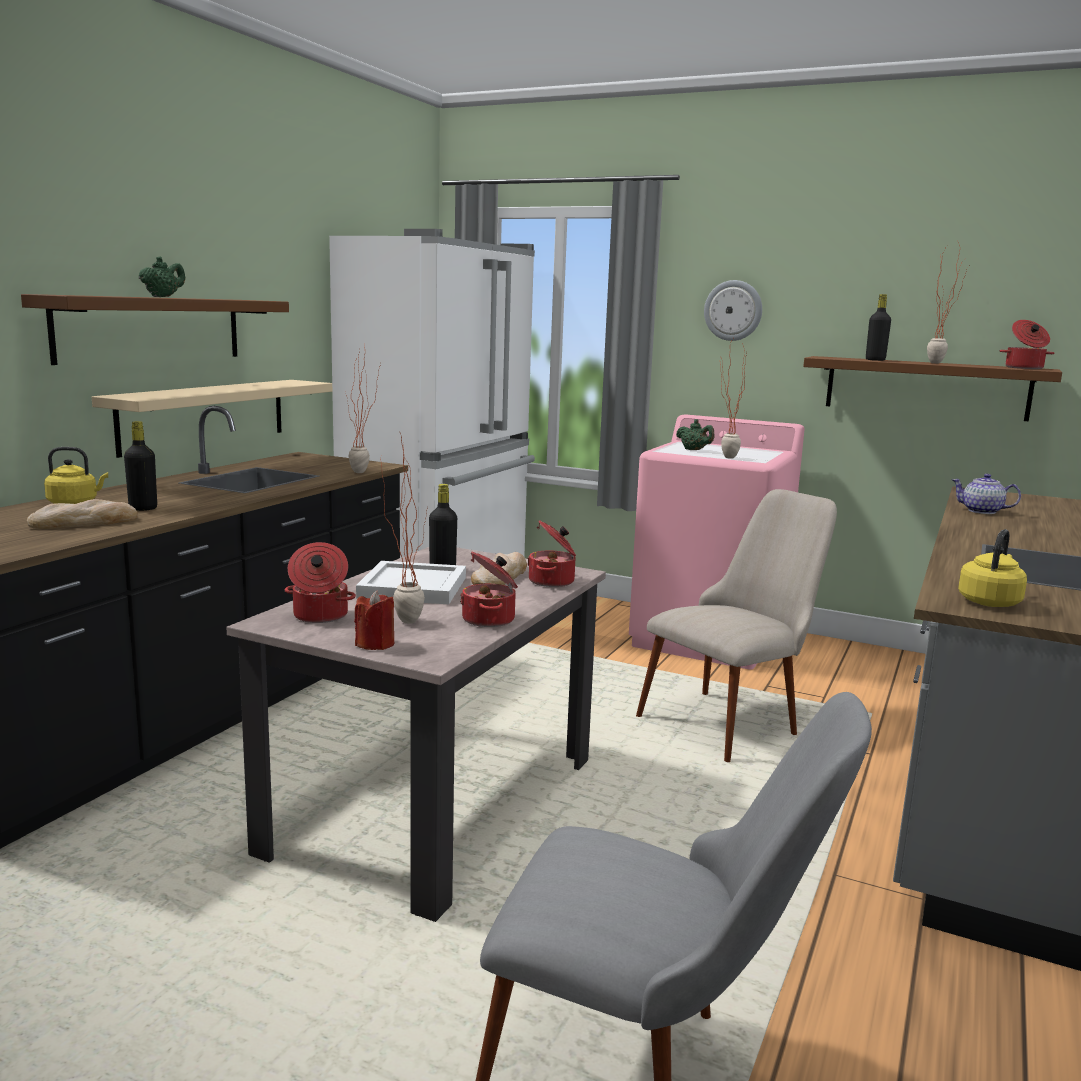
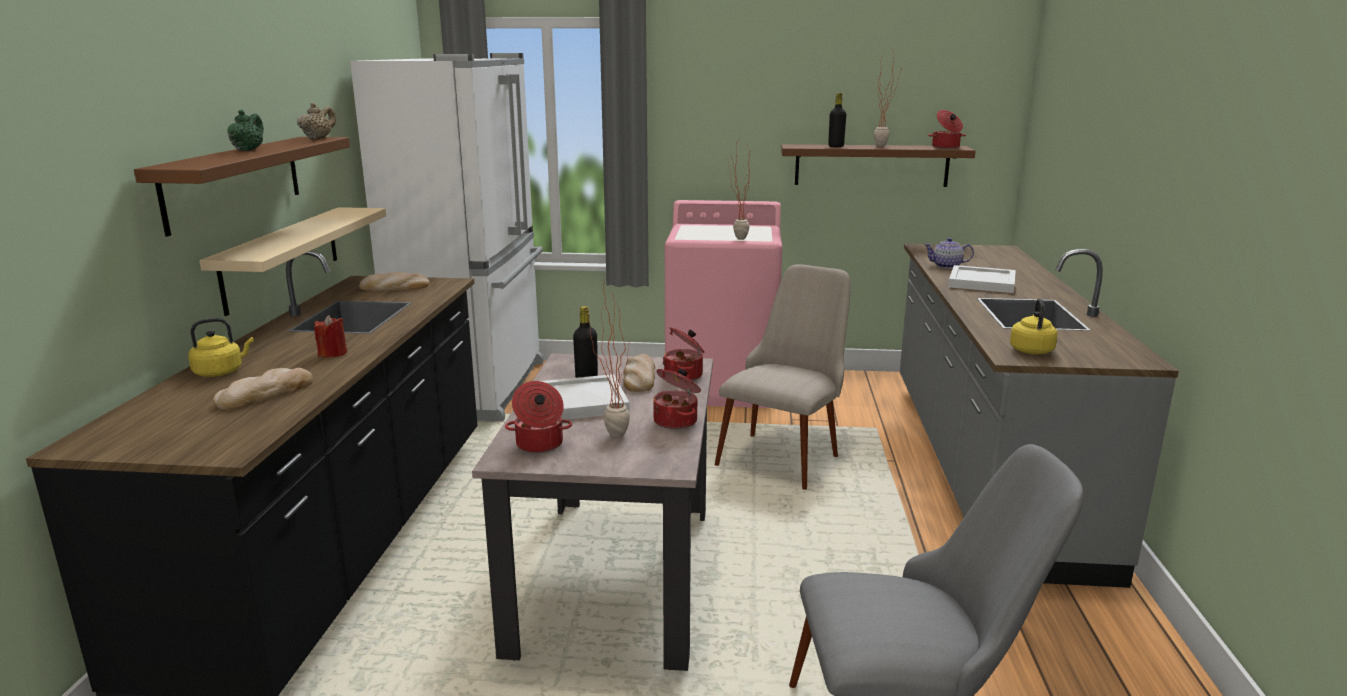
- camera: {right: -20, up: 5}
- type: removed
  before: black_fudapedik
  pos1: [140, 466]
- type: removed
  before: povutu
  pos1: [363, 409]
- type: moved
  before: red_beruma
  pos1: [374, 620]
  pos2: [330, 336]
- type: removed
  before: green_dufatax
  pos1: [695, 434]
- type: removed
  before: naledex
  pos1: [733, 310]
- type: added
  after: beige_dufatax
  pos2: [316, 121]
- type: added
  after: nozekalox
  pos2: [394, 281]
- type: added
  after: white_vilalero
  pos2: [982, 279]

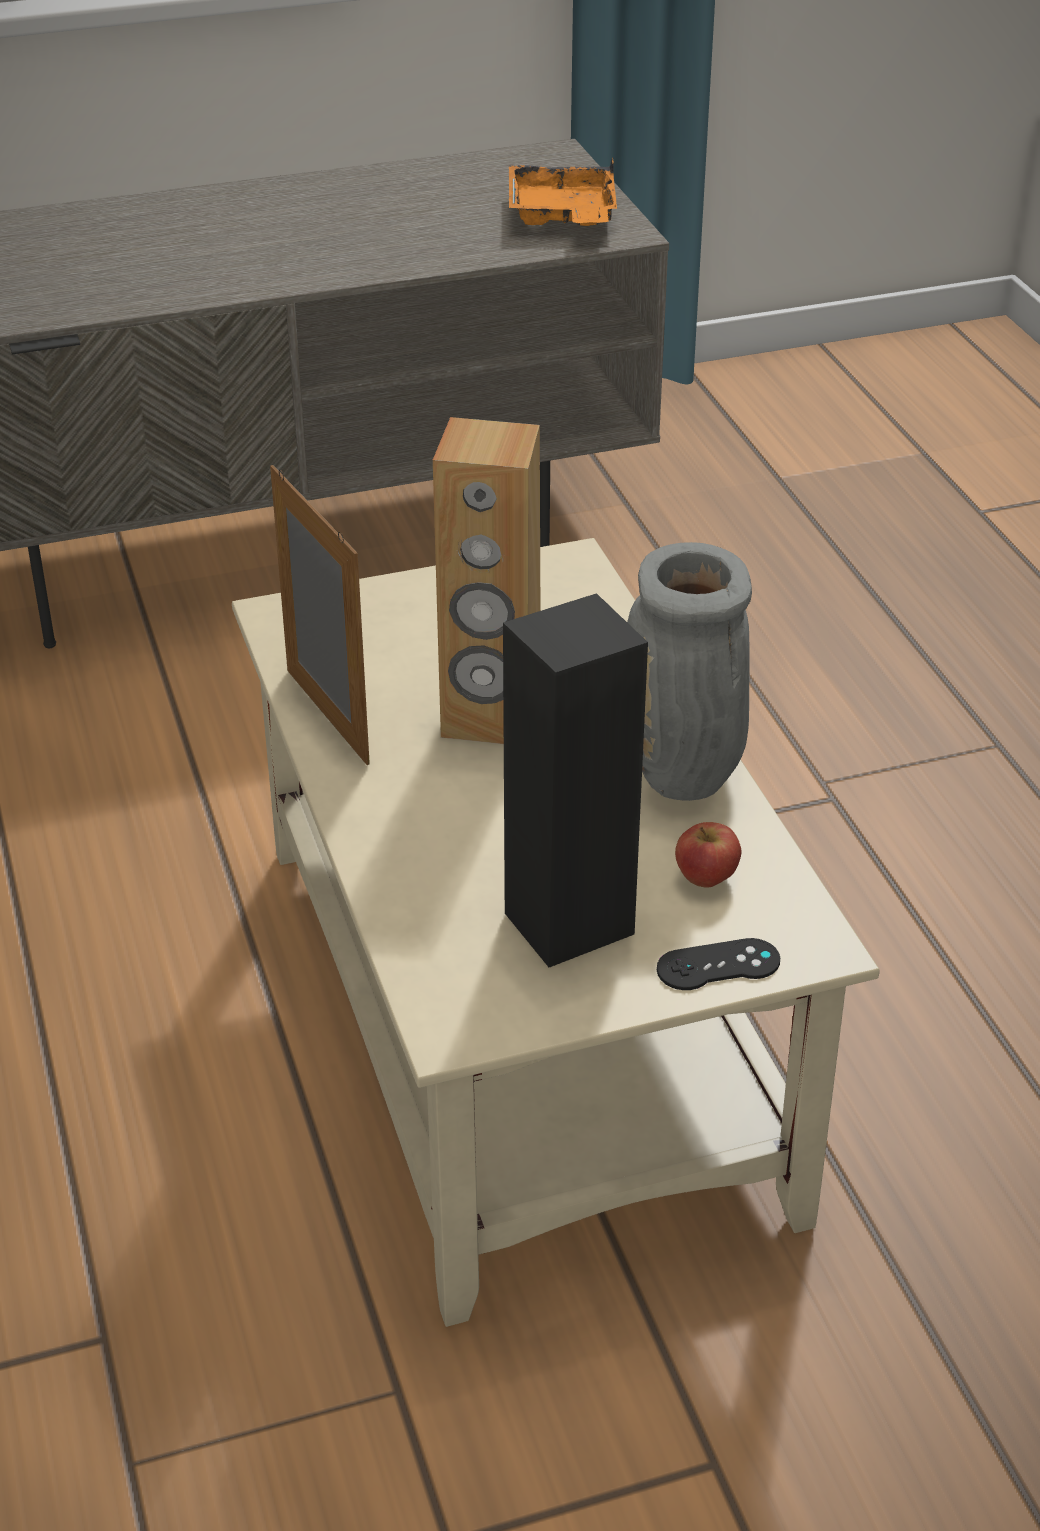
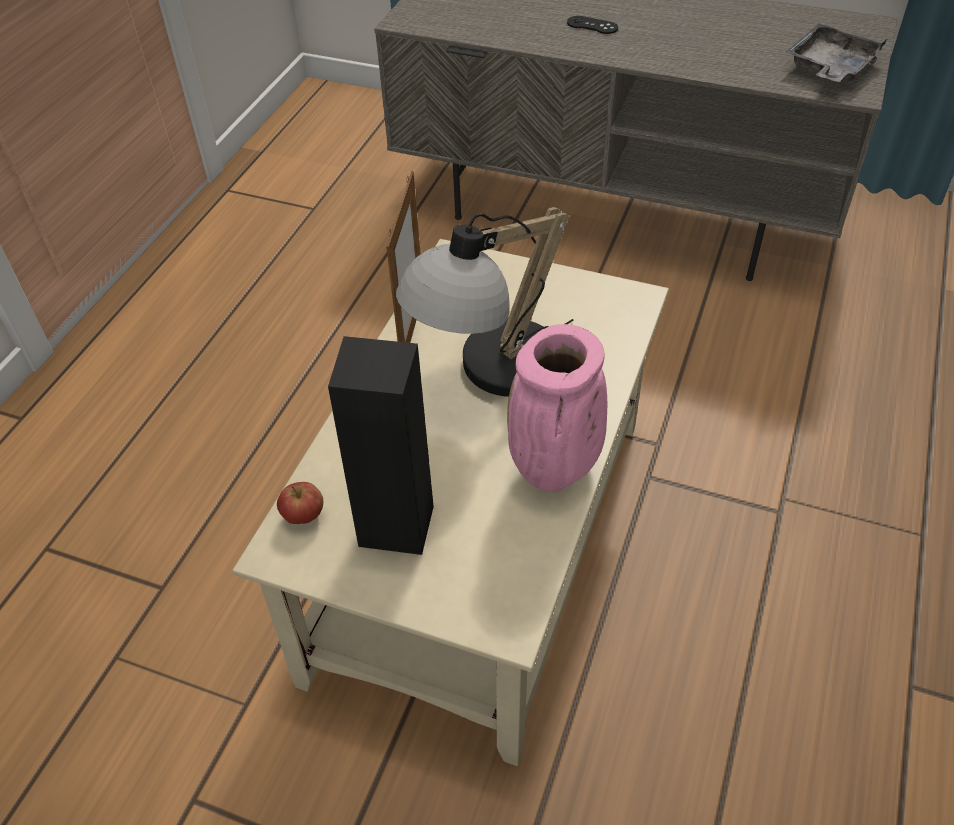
- camera: {right: 40, up: 10}
- type: replaced
  before: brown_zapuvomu
  after: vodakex
  pos1: [486, 580]
  pos2: [485, 302]
- type: recoloured
  before: orange_vilalero
  after: grey_vilalero
  pos1: [563, 191]
  pos2: [836, 52]
- type: recoloured
  before: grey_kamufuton
  after: pink_kamufuton
  pos1: [689, 671]
  pos2: [557, 408]
- type: moved
  before: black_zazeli
  pos1: [718, 964]
  pos2: [592, 25]
- type: moved
  before: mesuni
  pos1: [708, 855]
  pos2: [300, 503]

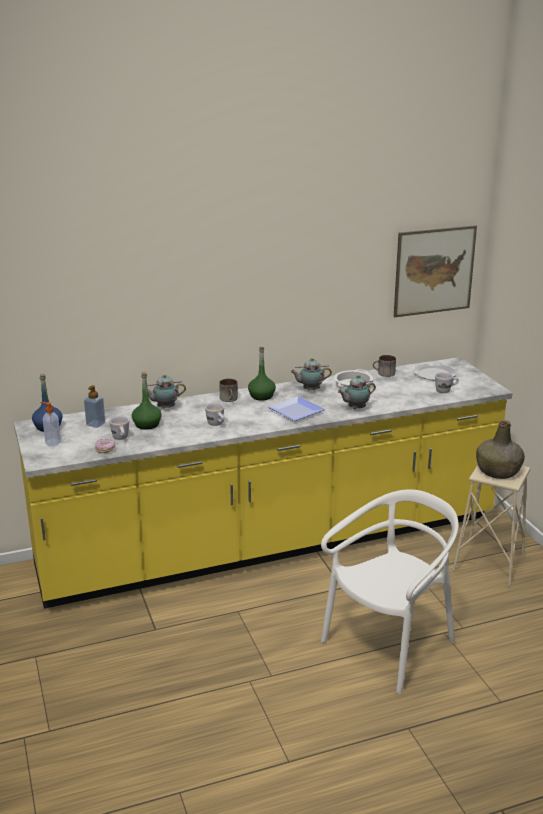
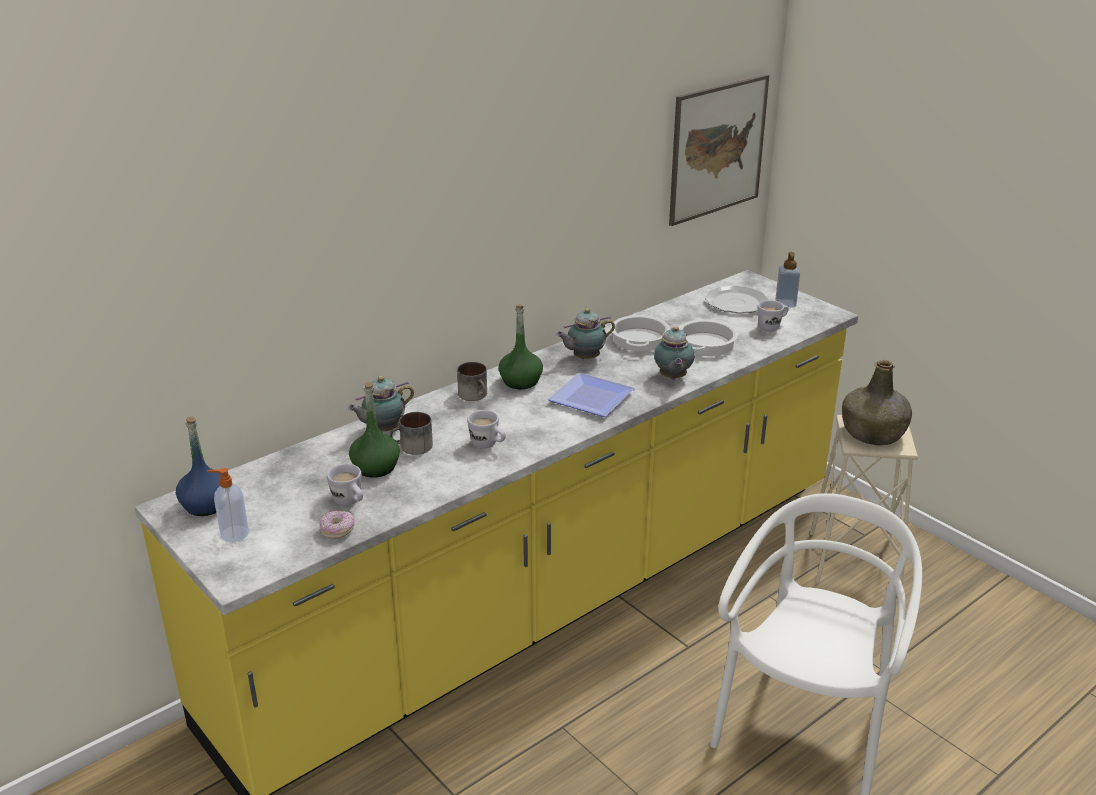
- camera: {right: -20, up: 5}
- type: moved
  before: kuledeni
  pos1: [94, 406]
  pos2: [787, 279]
- type: turned
  before: dufatax
  pos1: [357, 392]
  pos2: [674, 353]
  turn: -45
- type: moved
  before: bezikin
  pos1: [384, 366]
  pos2: [411, 433]
- type: added
  after: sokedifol
  pos2: [708, 337]

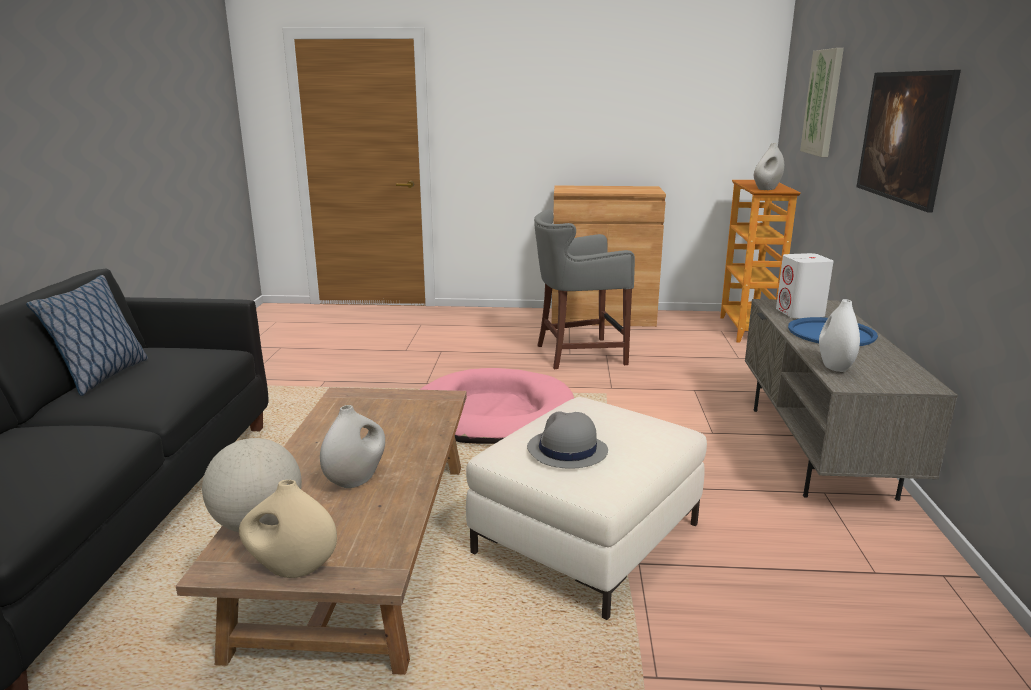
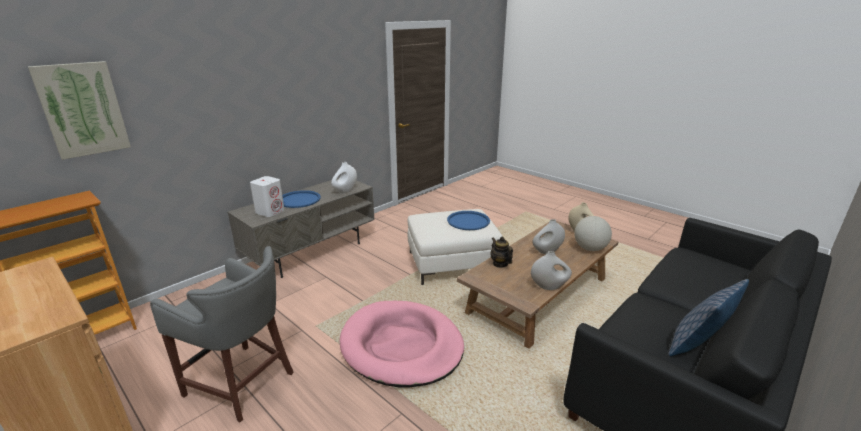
- camera: {right: -140, up: 5}
- type: replaced
  before: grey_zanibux
  after: blue_vilalero
  pos1: [567, 440]
  pos2: [468, 220]
- type: moved
  before: white_kamufuton
  pos1: [769, 166]
  pos2: [551, 270]
- type: removed
  before: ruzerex
  pos1: [909, 141]
- type: added
  after: dufatax
  pos2: [502, 252]

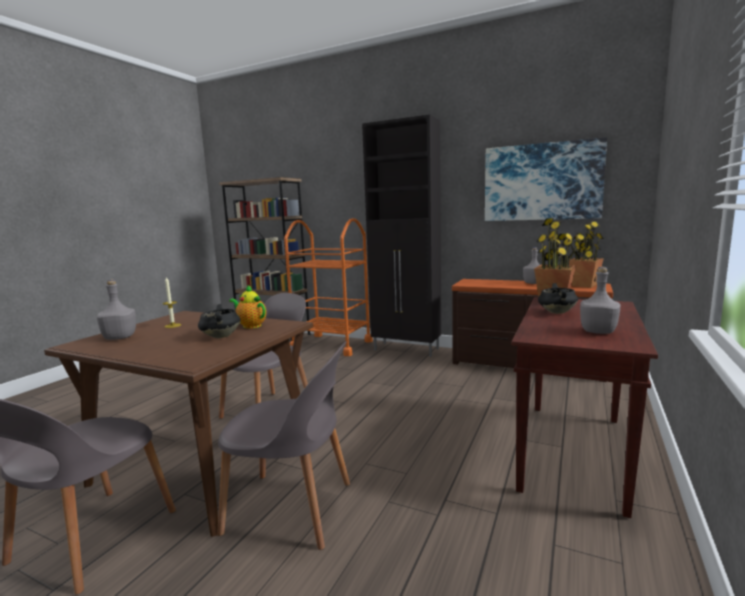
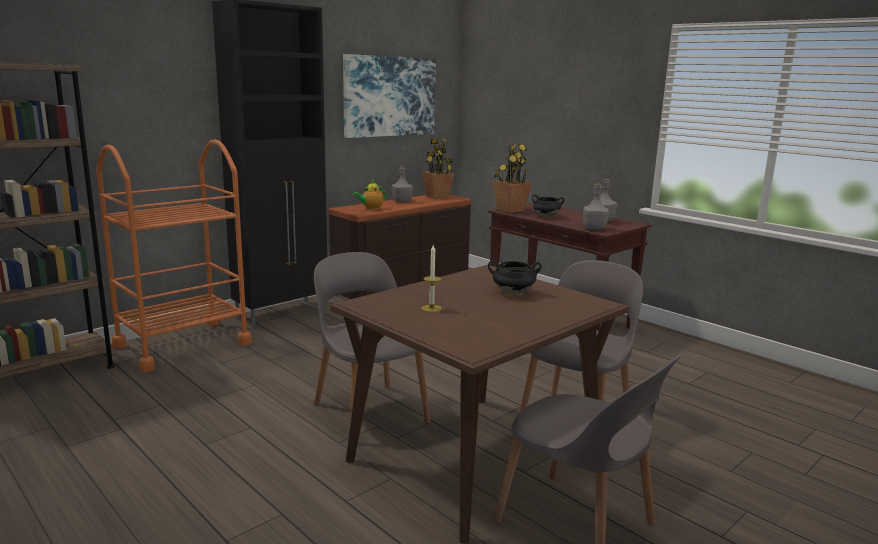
- camera: {right: -70, up: 5}
- type: moved
  before: grey_fudapedik
  pos1: [116, 309]
  pos2: [596, 206]
- type: moved
  before: dufatax
  pos1: [248, 307]
  pos2: [369, 194]

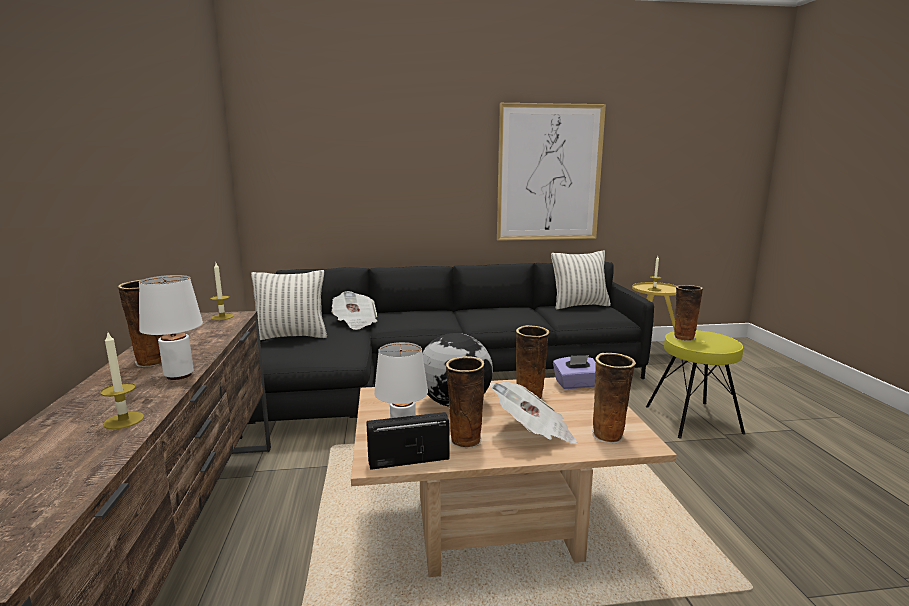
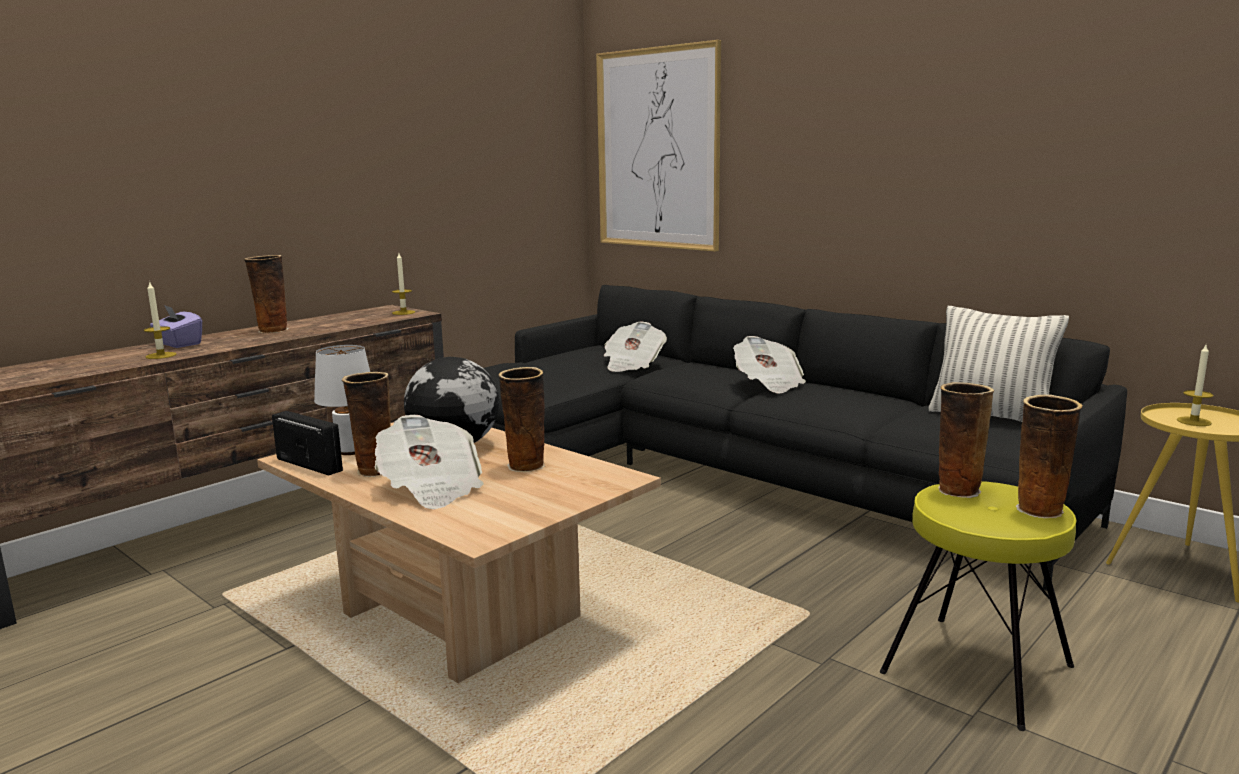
- camera: {right: 50, up: 0}
- type: removed
  before: white_vodakex
  pos1: [171, 327]
- type: removed
  before: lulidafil
  pos1: [289, 305]
- type: moved
  before: ruzerex
  pos1: [551, 172]
  pos2: [658, 145]
- type: moved
  before: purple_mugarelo
  pos1: [574, 372]
  pos2: [176, 326]
- type: moved
  before: kamufuton
  pos1: [614, 398]
  pos2: [1049, 456]
- type: added
  after: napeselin
  pos2: [769, 365]

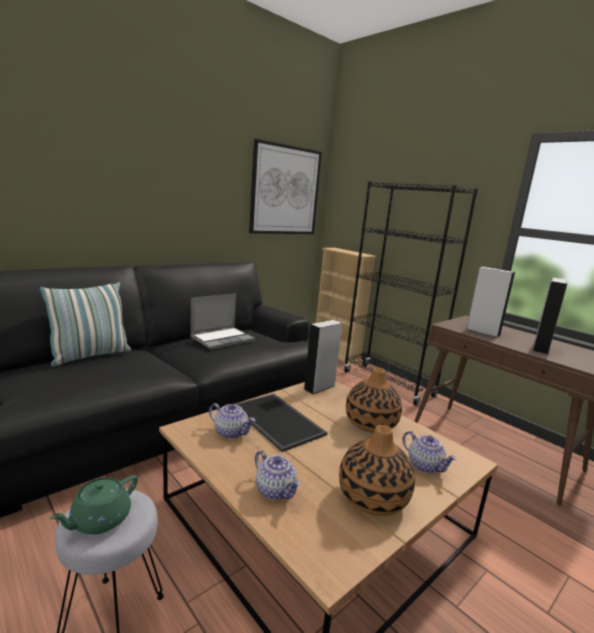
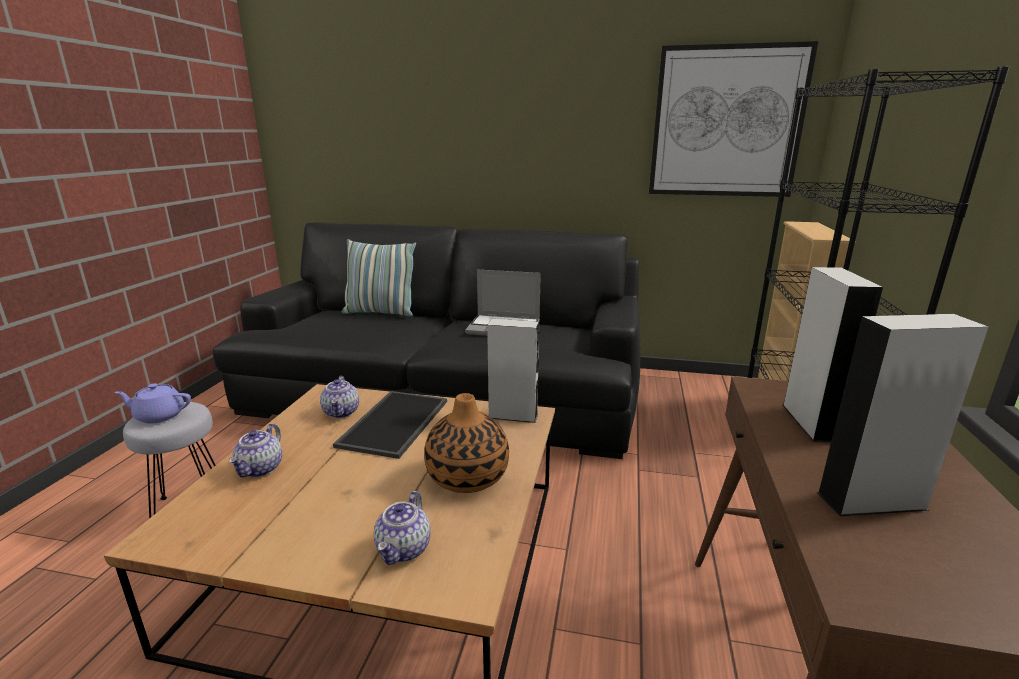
- camera: {right: 55, up: 5}
- type: recoloured
  before: green_dufatax
  after: purple_dufatax
  pos1: [93, 504]
  pos2: [152, 403]
- type: removed
  before: kamufuton
  pos1: [377, 470]

